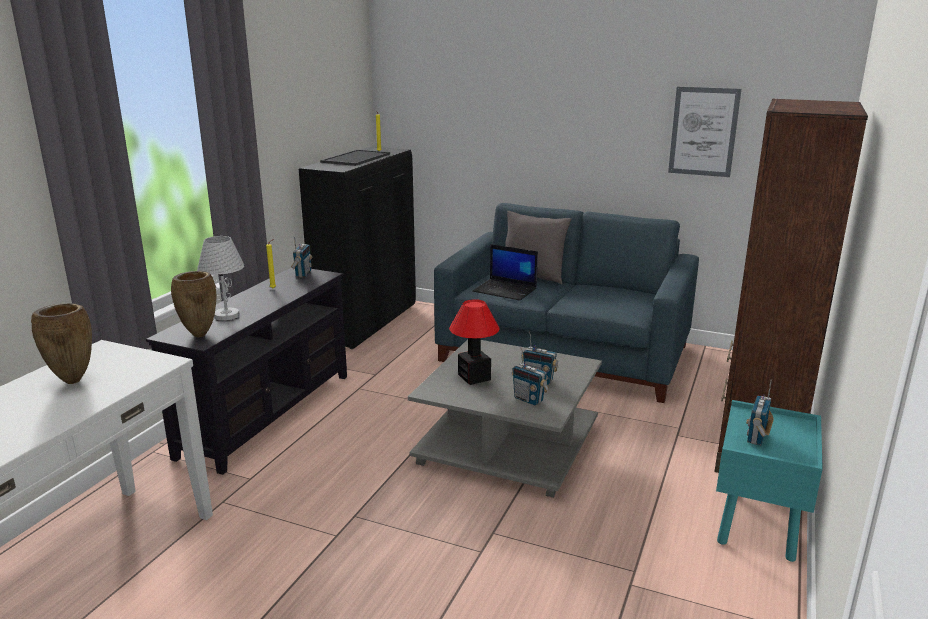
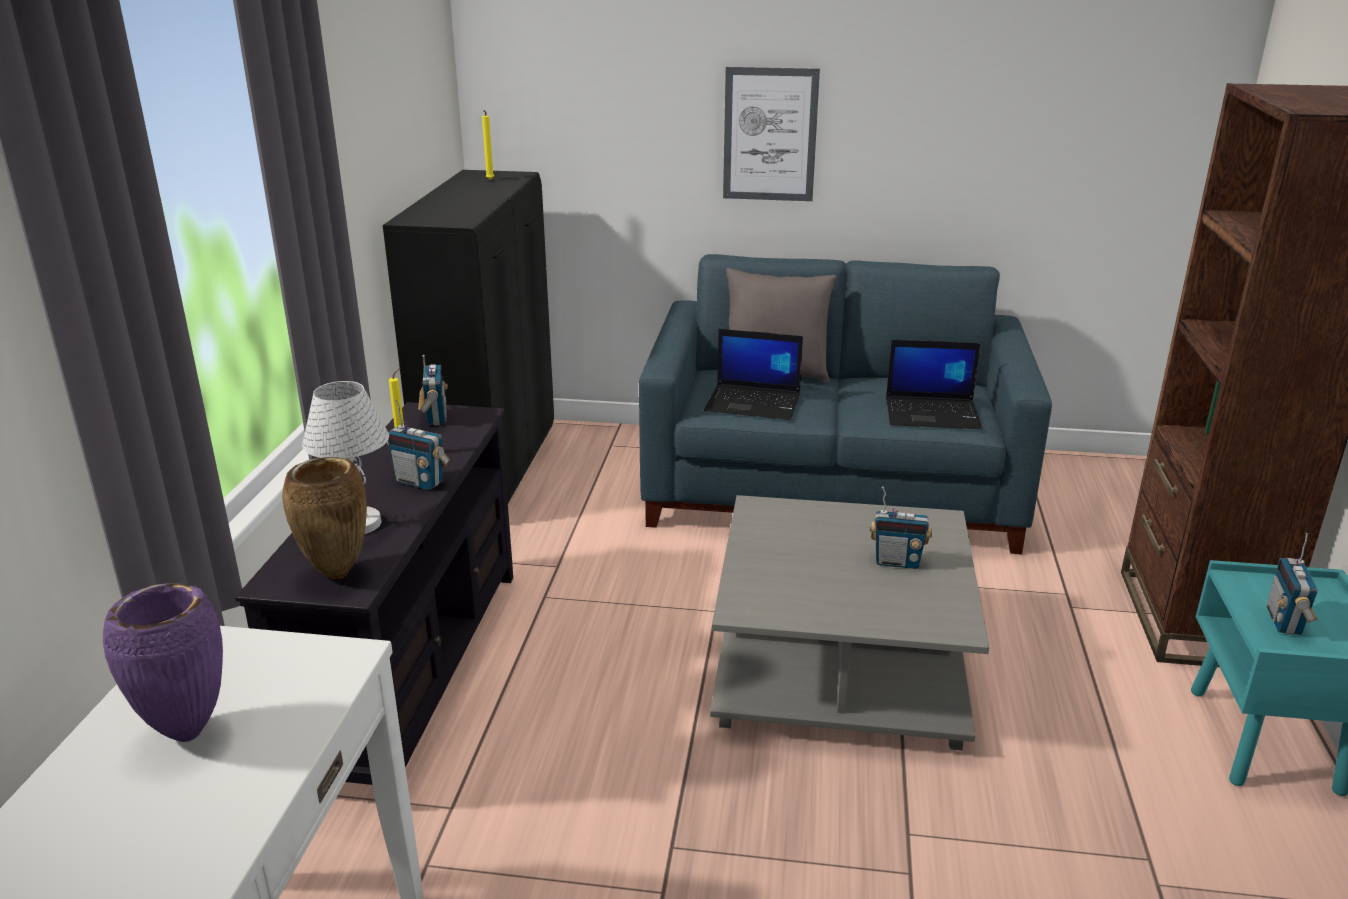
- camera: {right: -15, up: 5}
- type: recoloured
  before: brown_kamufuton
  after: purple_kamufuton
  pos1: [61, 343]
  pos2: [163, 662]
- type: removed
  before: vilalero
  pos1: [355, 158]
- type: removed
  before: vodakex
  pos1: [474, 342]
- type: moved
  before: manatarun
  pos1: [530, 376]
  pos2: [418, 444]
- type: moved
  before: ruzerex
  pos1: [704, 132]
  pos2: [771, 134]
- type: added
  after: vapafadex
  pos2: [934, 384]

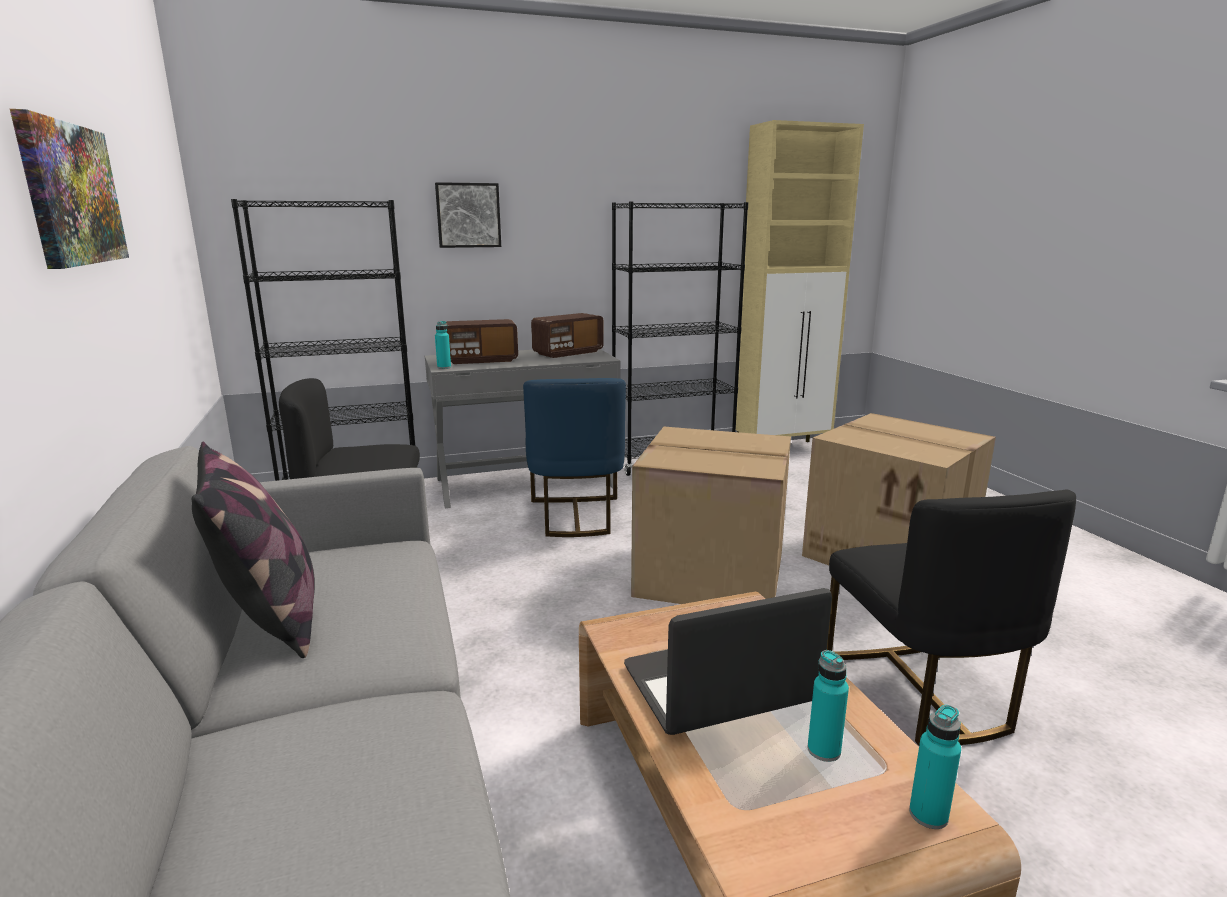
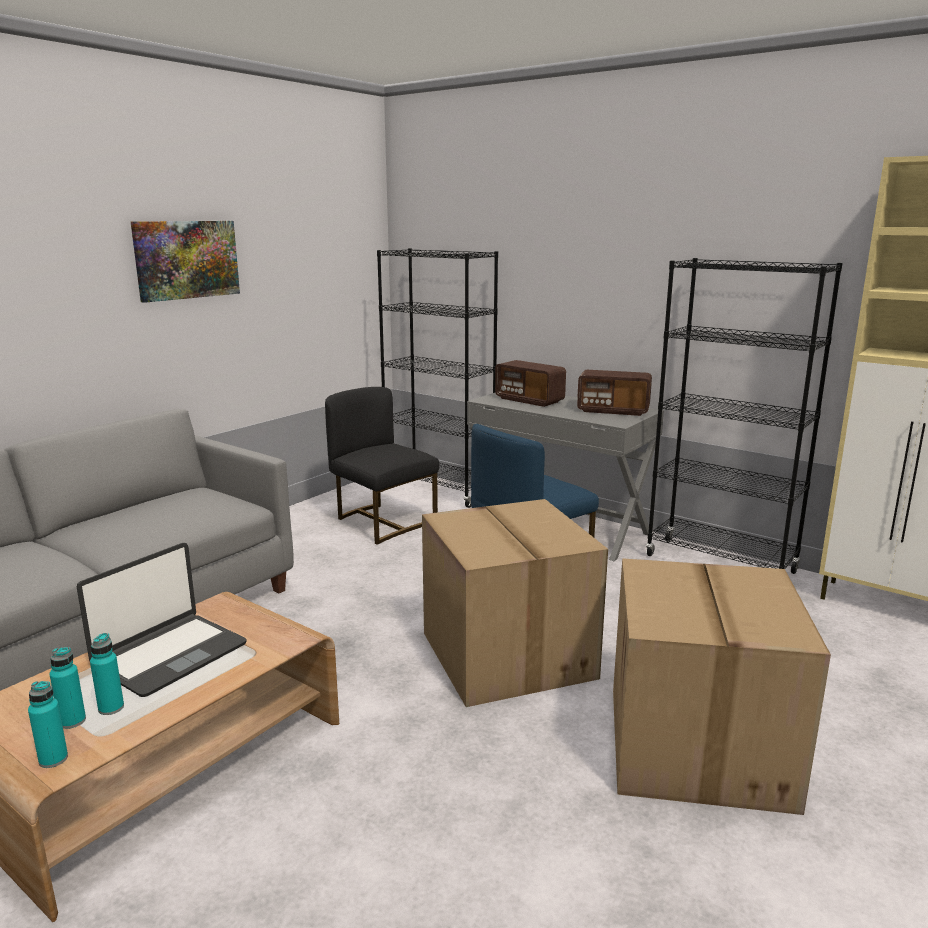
- camera: {right: 55, up: 0}
- type: removed
  before: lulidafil
  pos1: [253, 550]
- type: removed
  before: ruzerex
  pos1: [468, 215]
- type: moved
  before: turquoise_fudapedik
  pos1: [443, 345]
  pos2: [68, 688]
- type: turned
  before: vapafadex
  pos1: [728, 661]
  pos2: [162, 620]
  turn: 90
- type: removed
  before: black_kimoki
  pos1: [951, 617]

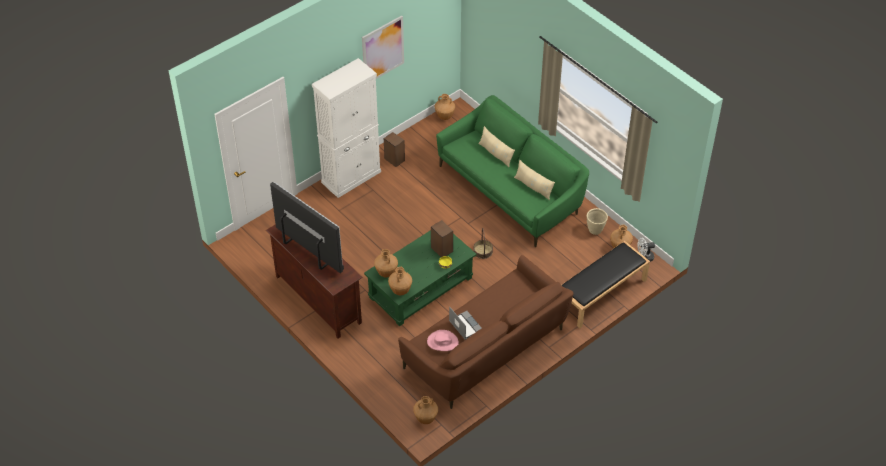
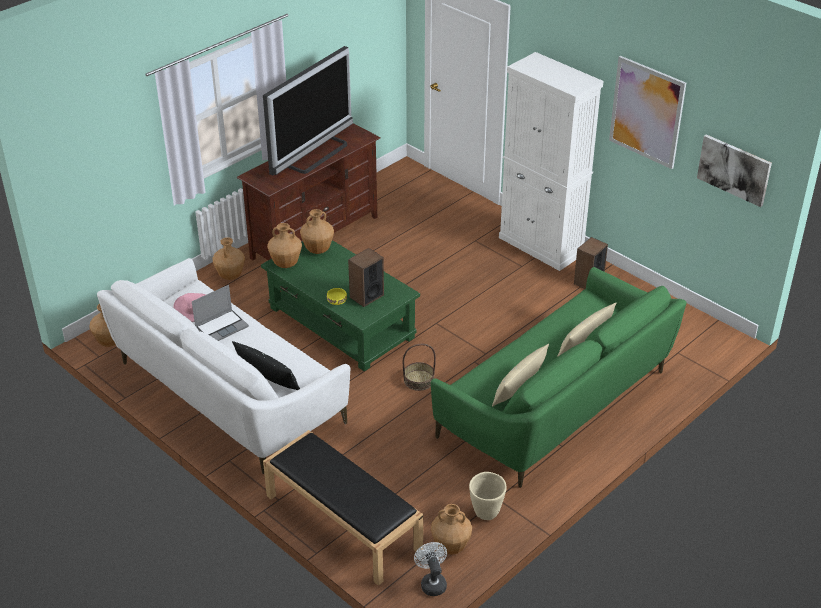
- camera: {right: 85, up: -10}
- type: recoloured
  before: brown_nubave
  after: white_nubave
  pos1: [486, 332]
  pos2: [223, 366]
- type: moved
  before: brown_kamufuton
  pos1: [445, 107]
  pos2: [228, 258]
- type: added
  after: black_lulidafil
  pos2: [266, 365]
- type: added
  after: ruzerex
  pos2: [734, 170]

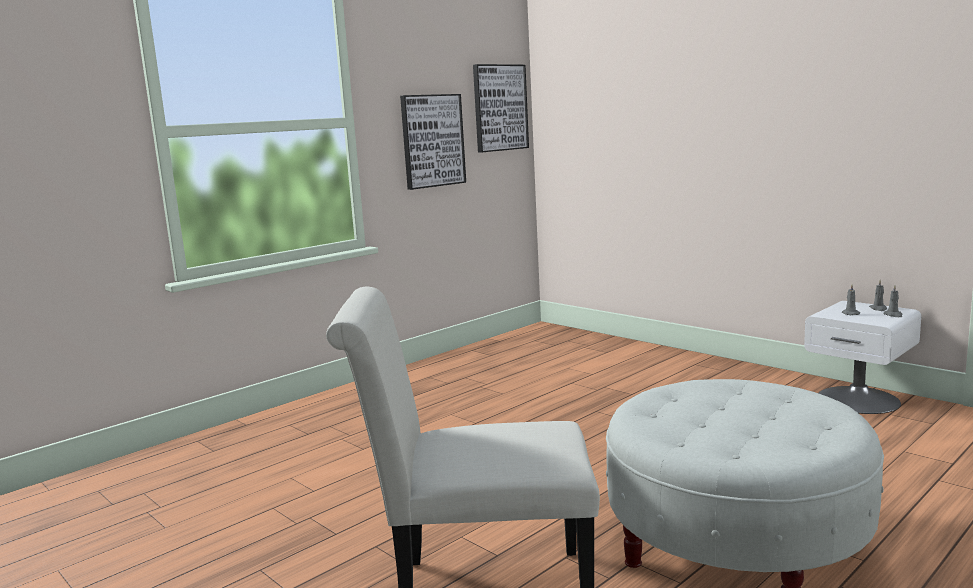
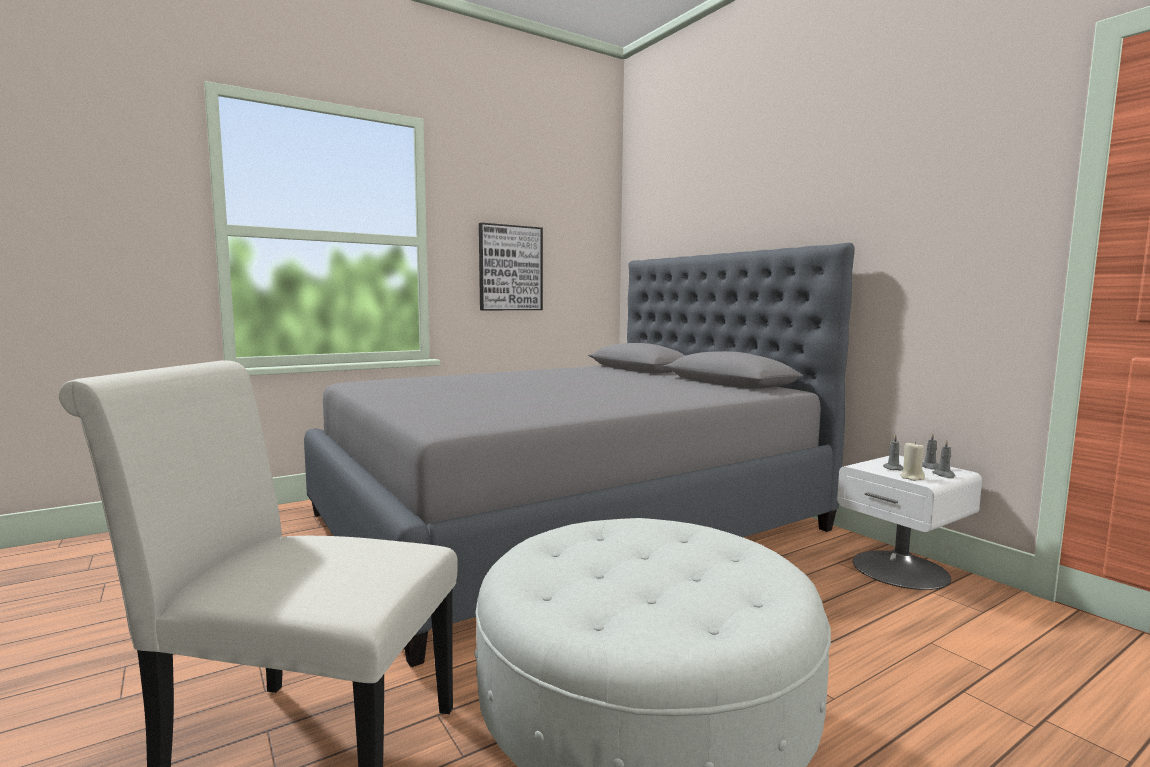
- camera: {right: 10, up: -5}
- type: removed
  before: ruzerex
  pos1: [501, 108]
- type: added
  after: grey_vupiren
  pos2: [579, 455]
- type: added
  after: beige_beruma
  pos2: [912, 461]

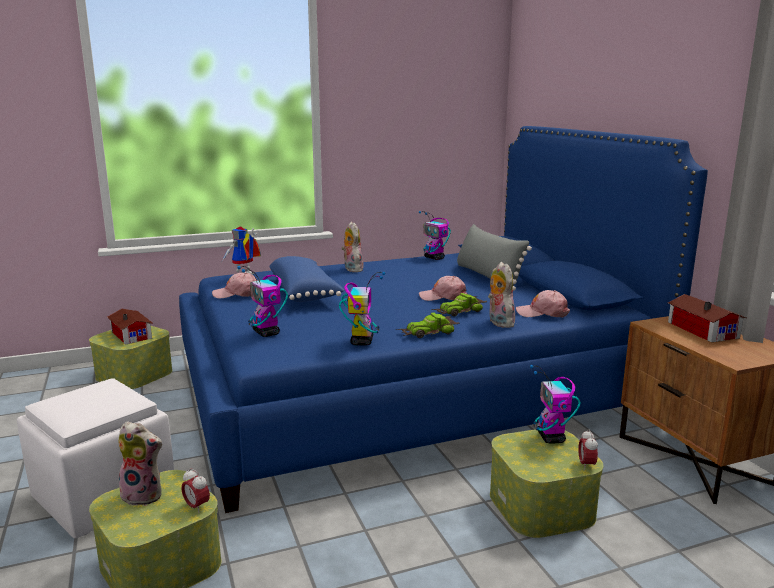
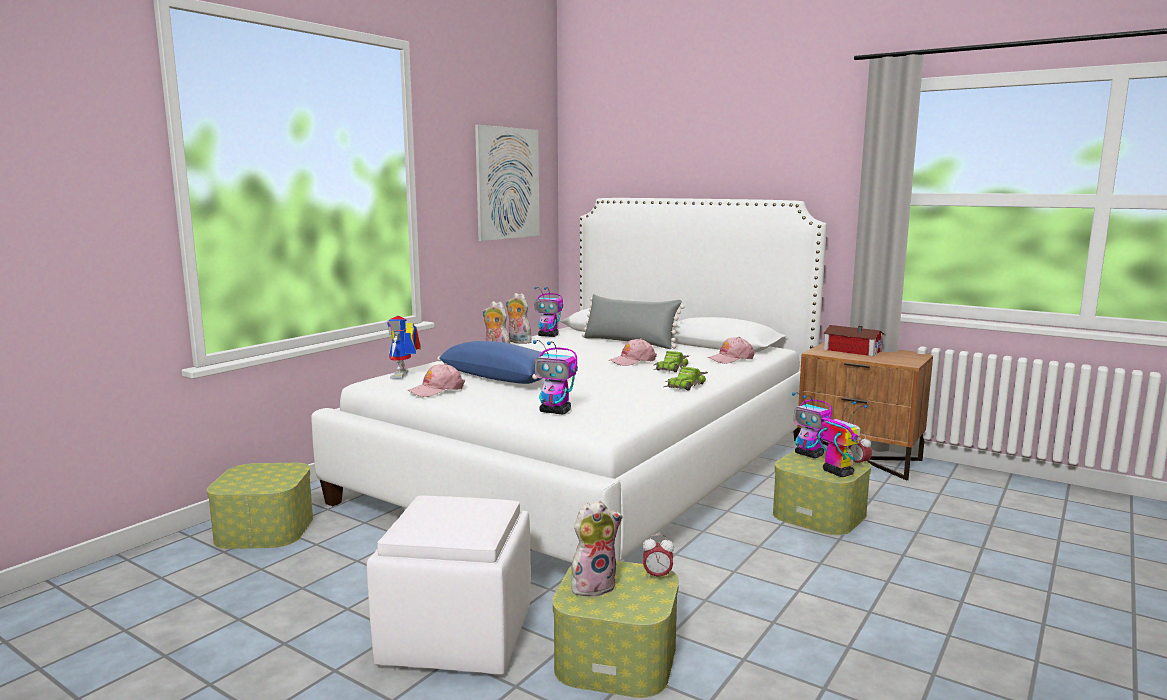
- camera: {right: -35, up: -5}
- type: removed
  before: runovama
  pos1: [130, 327]
- type: recoloured
  before: blue_vupiren
  after: white_vupiren
  pos1: [443, 319]
  pos2: [569, 380]
- type: moved
  before: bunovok
  pos1: [362, 309]
  pos2: [842, 439]
- type: moved
  before: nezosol
  pos1: [501, 295]
  pos2: [519, 318]
- type: added
  after: ruzerex
  pos2: [507, 183]

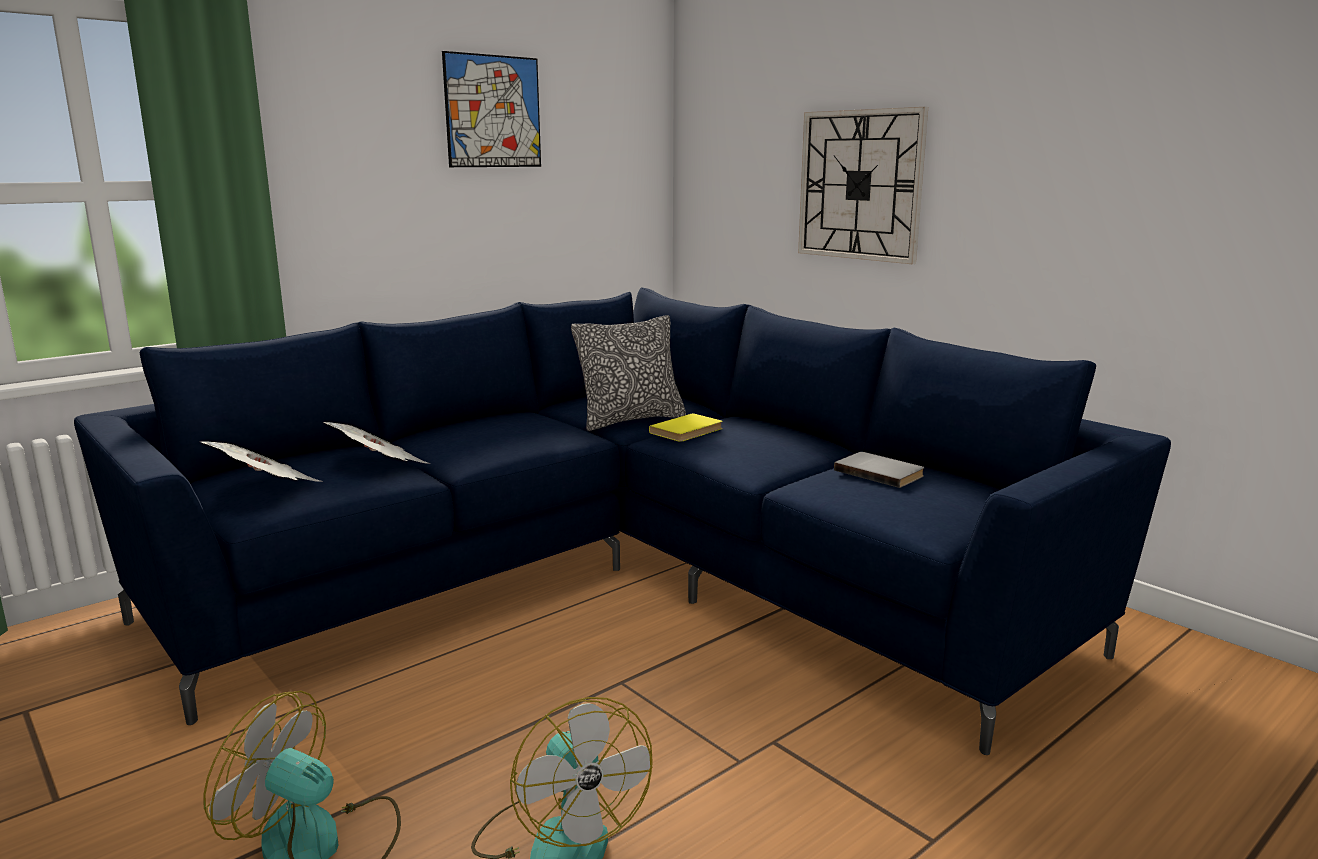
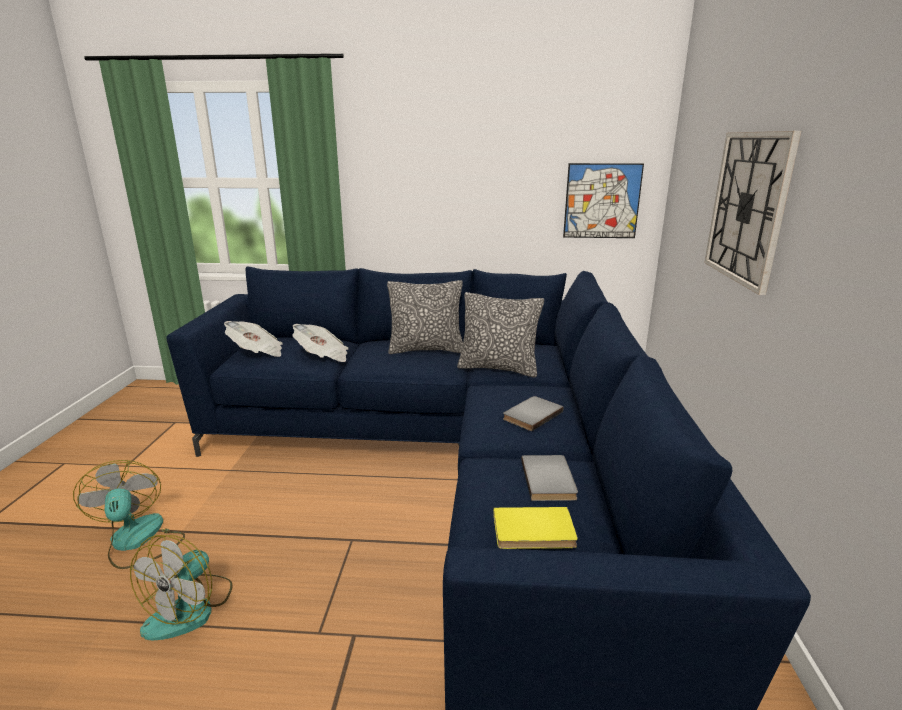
- camera: {right: 45, up: 5}
- type: moved
  before: ruzerex
  pos1: [491, 109]
  pos2: [603, 200]
- type: moved
  before: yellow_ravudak
  pos1: [686, 427]
  pos2: [535, 528]
- type: added
  after: lulidafil
  pos2: [425, 317]
- type: added
  after: grey_ravudak
  pos2: [533, 413]

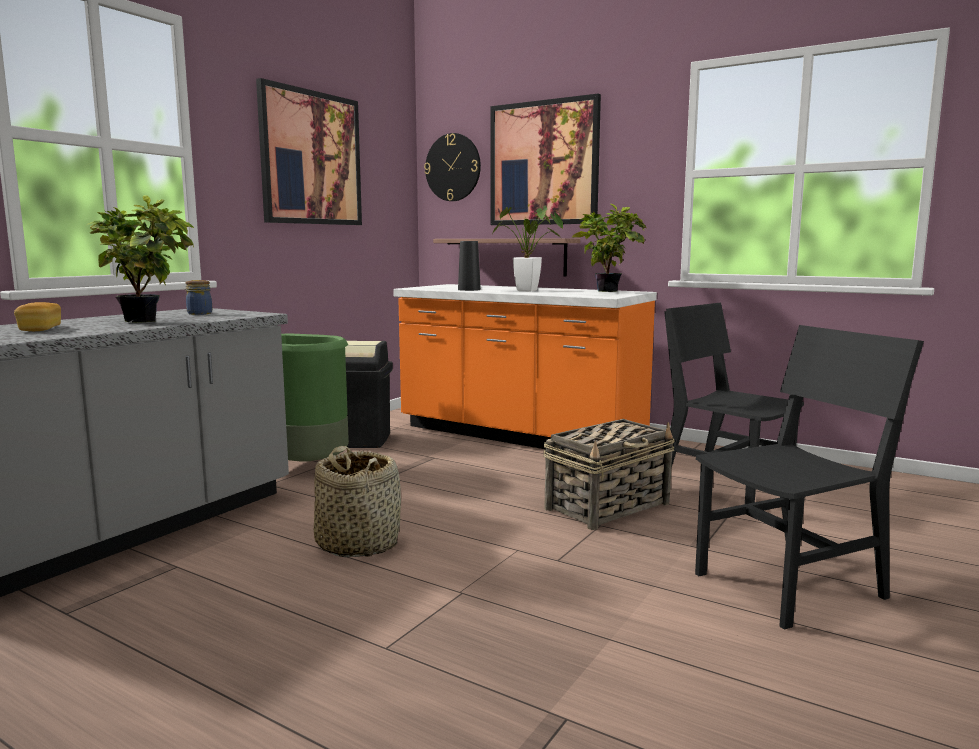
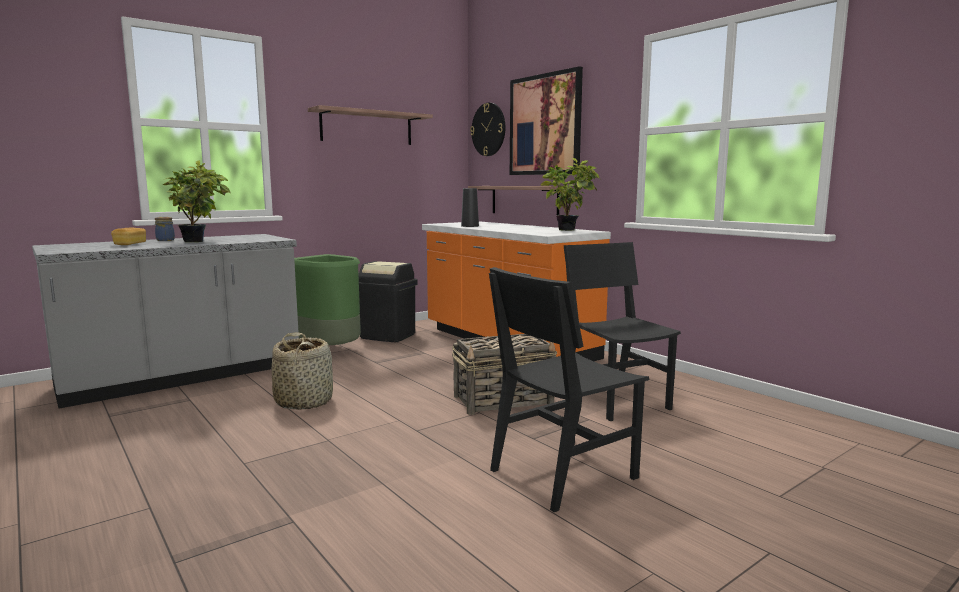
- camera: {right: 20, up: 0}
- type: moved
  before: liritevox
  pos1: [198, 297]
  pos2: [165, 229]
- type: replaced
  before: ruzerex
  after: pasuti
  pos1: [309, 151]
  pos2: [370, 125]
- type: removed
  before: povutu
  pos1: [528, 249]
- type: turned
  before: black_kimoki
  pos1: [809, 477]
  pos2: [569, 389]
  turn: 150

